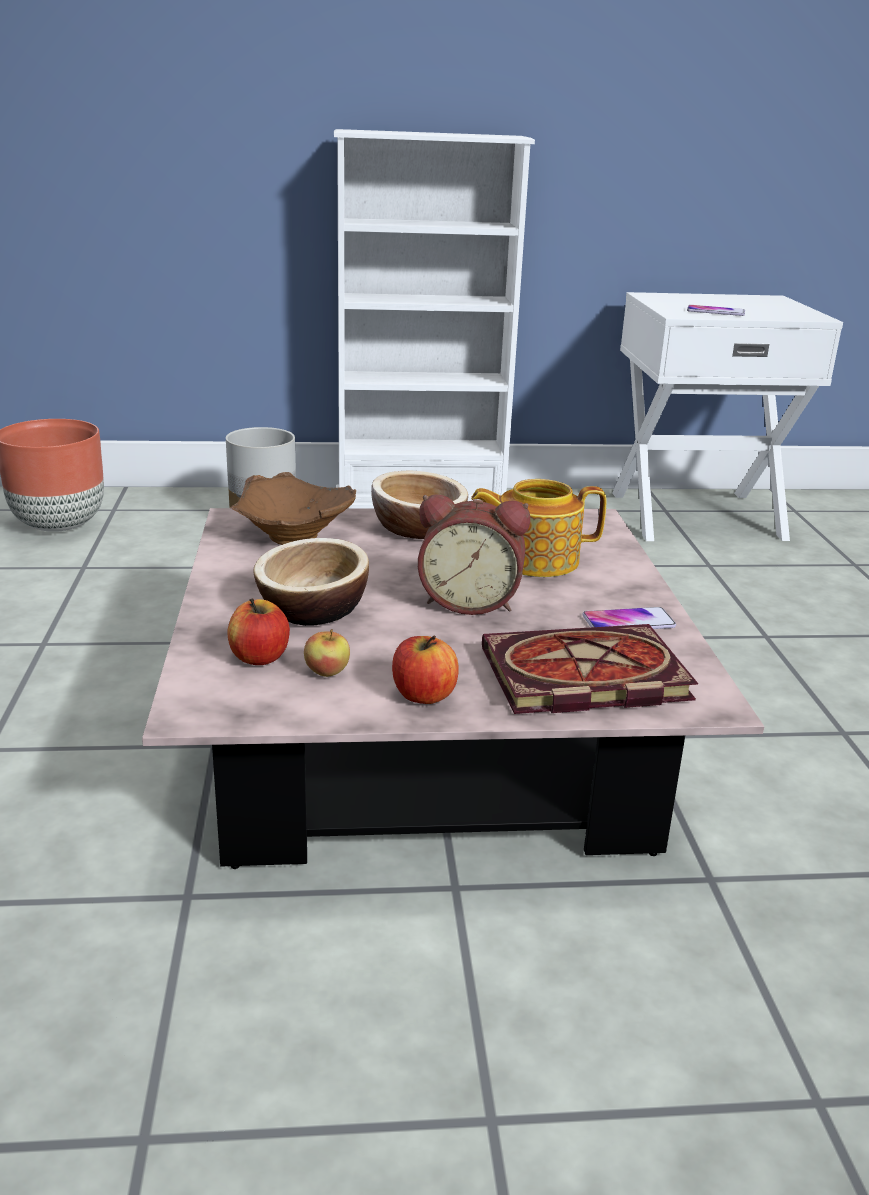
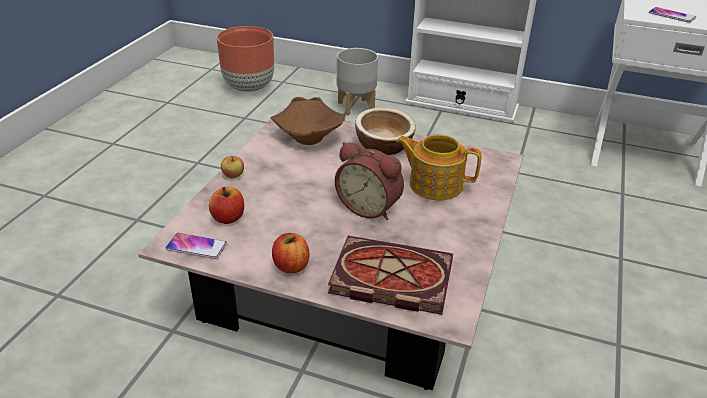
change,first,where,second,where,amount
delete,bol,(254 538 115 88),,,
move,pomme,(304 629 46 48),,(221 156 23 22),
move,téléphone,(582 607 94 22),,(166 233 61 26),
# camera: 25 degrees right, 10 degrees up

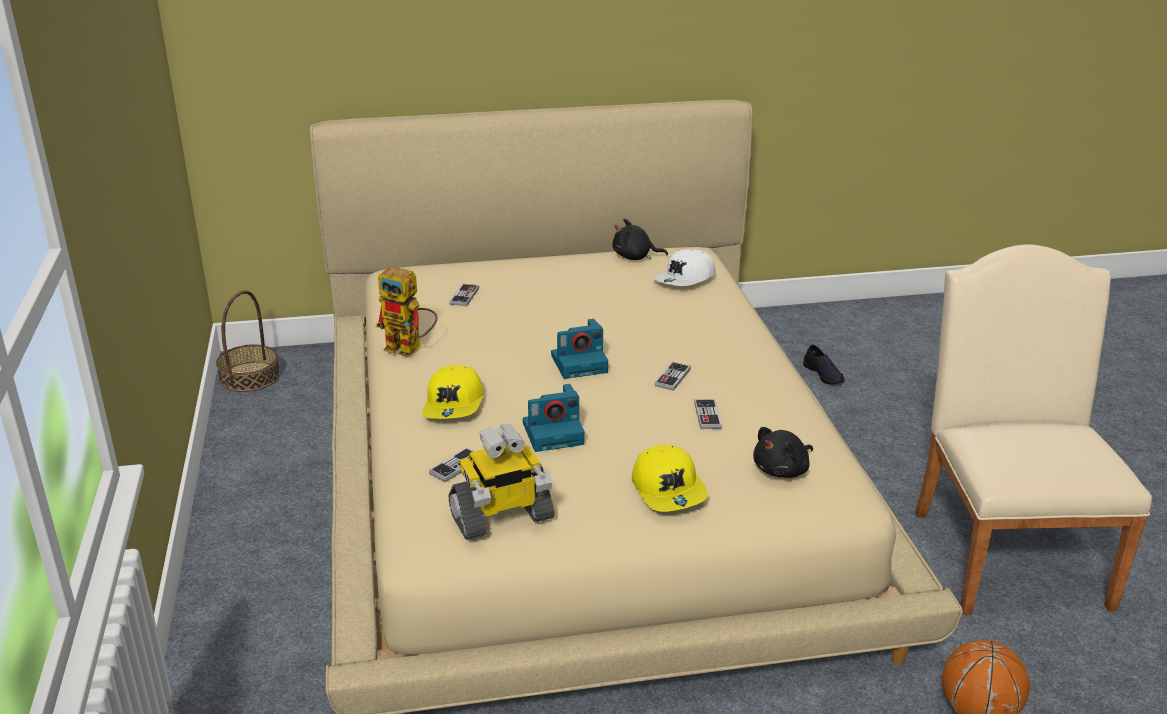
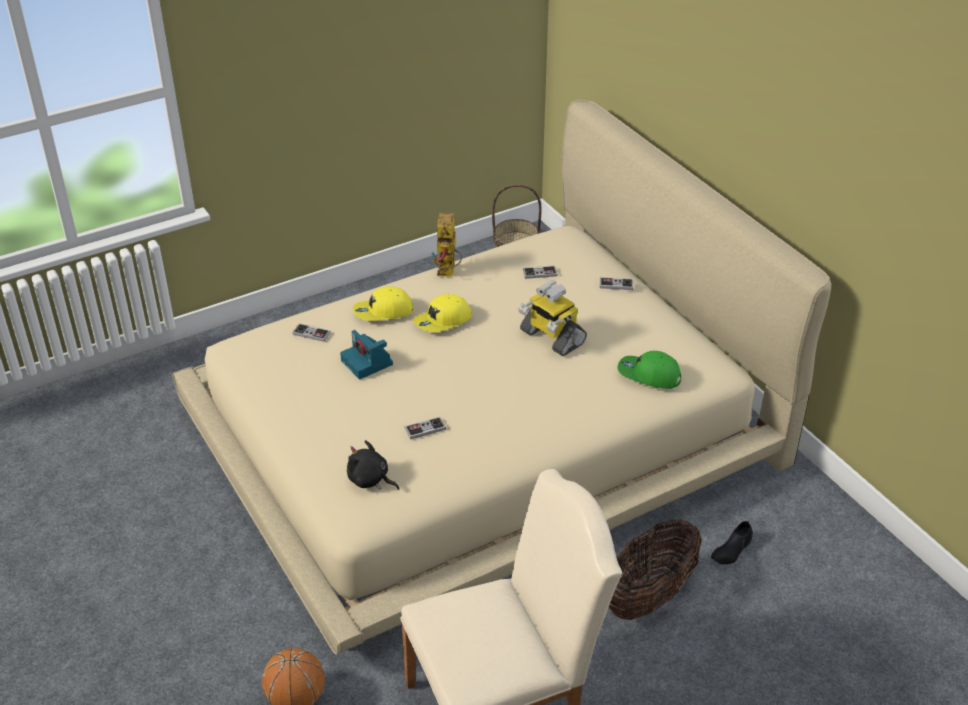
change,first,where,second,where,amount
move,robot jouet,(448 424 107 116),,(518 280 69 76),
delete,appareil photo,(551 319 57 60),,,
delete,peluche/noir,(612 219 56 41),,,
move,casquette/jaune,(632 445 76 67),,(413 294 59 38),
recolor,casquette/blanc,(653 249 63 37),casquette/vert,(618 351 63 38),
move,manette,(655 362 36 29),,(600 277 33 13),
insert,,,panier,(608 519 94 101),
# camera: 70 degrees right, 10 degrees up

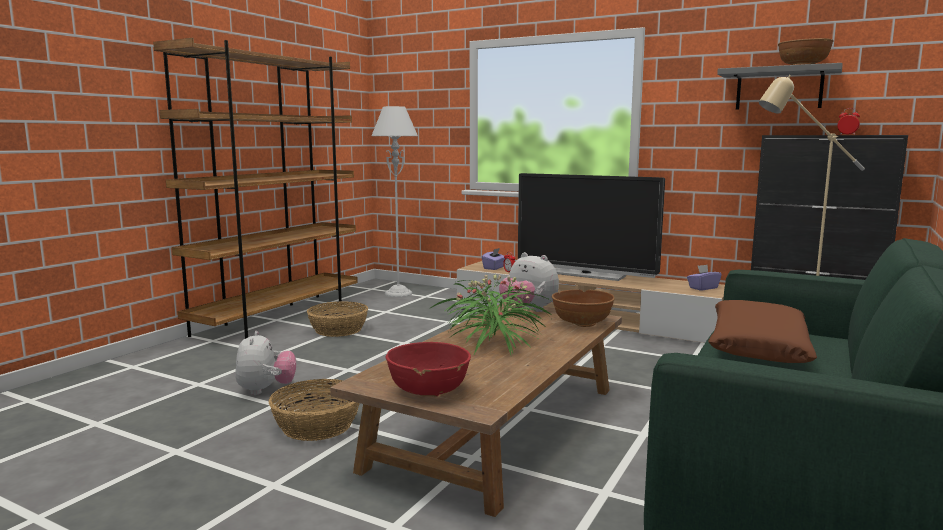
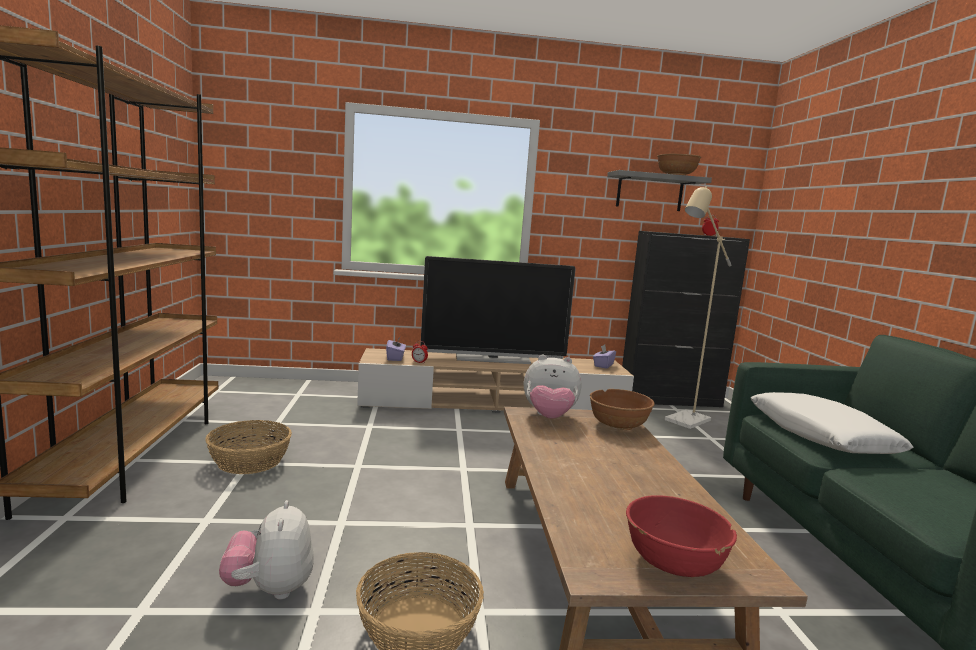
change,first,where,second,where,amount
rotate,peluche,(235 331 61 64),,(219 500 95 99),150 degrees counterclockwise
delete,lampadaire/gris,(372 106 46 191),,,
delete,plante en pot,(431 275 120 81),,,
recolor,coussin/marron,(708 300 109 63),coussin/blanc,(751 392 163 62),
# camera: 35 degrees left, 0 degrees up

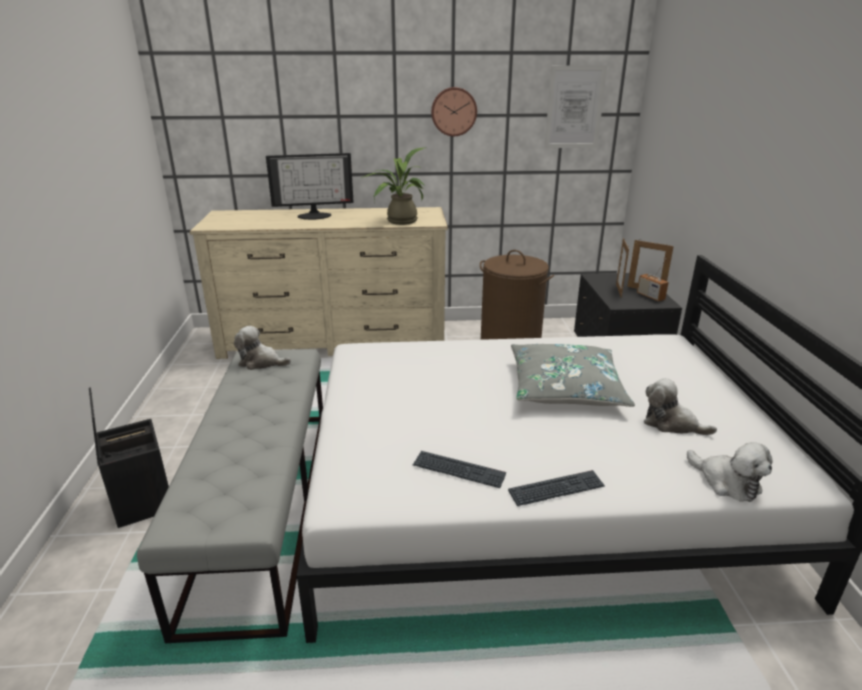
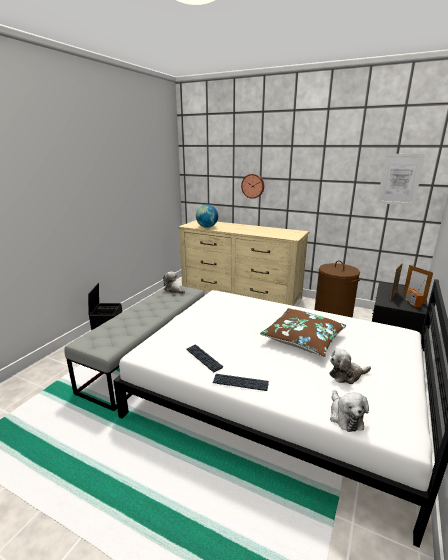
change,first,where,second,where,amount
delete,écran d'ordinateur,(266 153 88 67),,,
delete,plante en pot,(361 148 64 77),,,
move,horloge murale,(431 87 46 49),,(241 174 23 25),
recolor,coussin/gris,(511 344 124 63),coussin/marron,(260 308 86 49),
rotate,peluche,(644 378 73 57),,(329 349 42 35),75 degrees counterclockwise
insert,,,globe,(196 205 22 23),
# camera: 30 degrees right, 5 degrees down

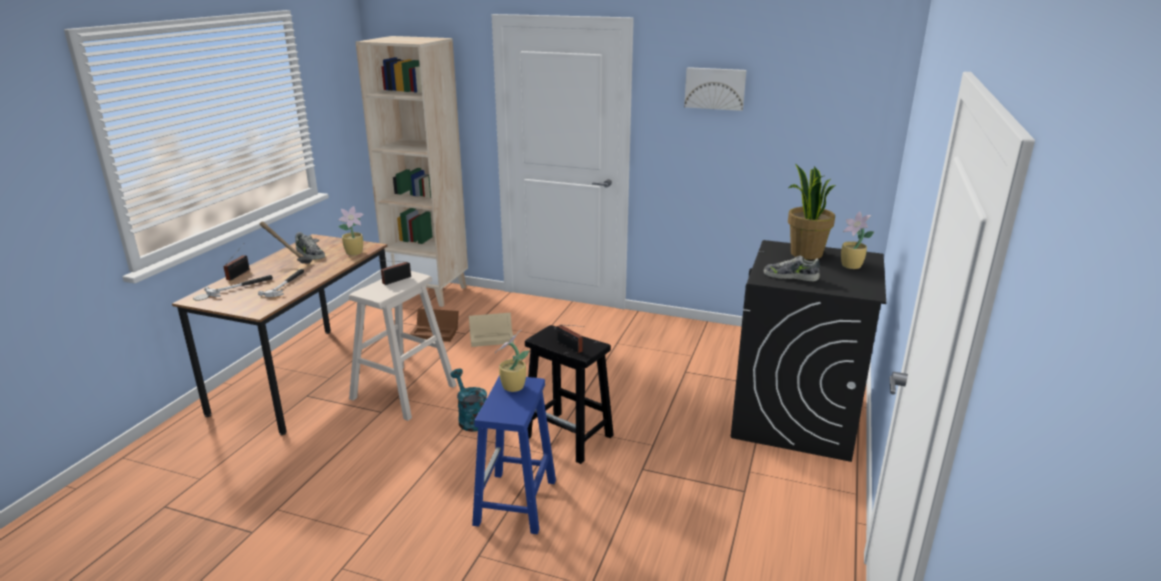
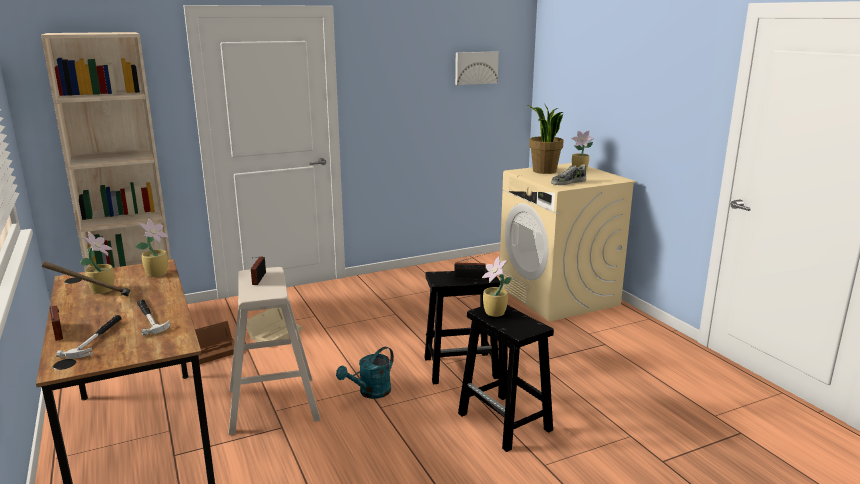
change,first,where,second,where,amount
replace,chaussure,(295 232 30 27),plante en pot,(80 232 34 62),
rotate,arrosoir/turquoise,(450 369 37 63),,(336 347 58 52),60 degrees counterclockwise
recolor,tabouret/bleu,(472 375 84 159),tabouret/noir,(458 305 96 147),
move,tableau,(684 67 63 44),,(455 51 44 34),
recolor,lave-linge/noir,(731 240 155 222),lave-linge/beige,(499 163 137 159),
# camera: 45 degrees left, 5 degrees down

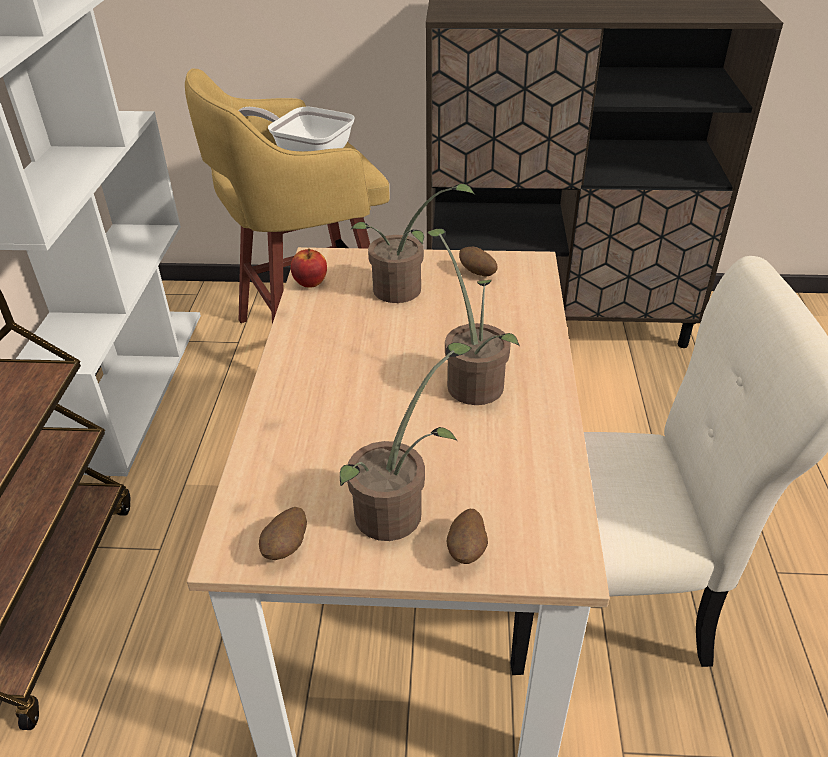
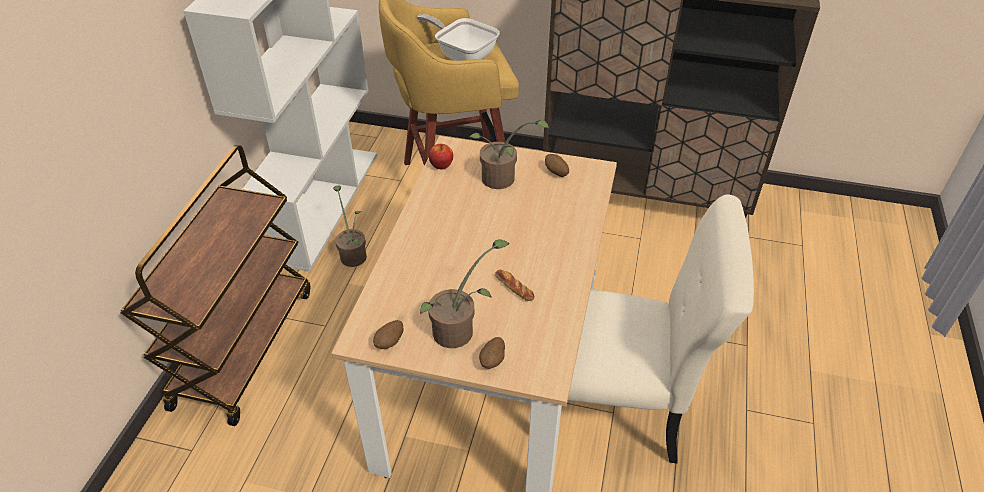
change,first,where,second,where,amount
move,plante en pot,(427 229 93 176),,(333 185 34 82),
insert,,,pain,(495 269 40 32),
# camera: 10 degrees right, 5 degrees up

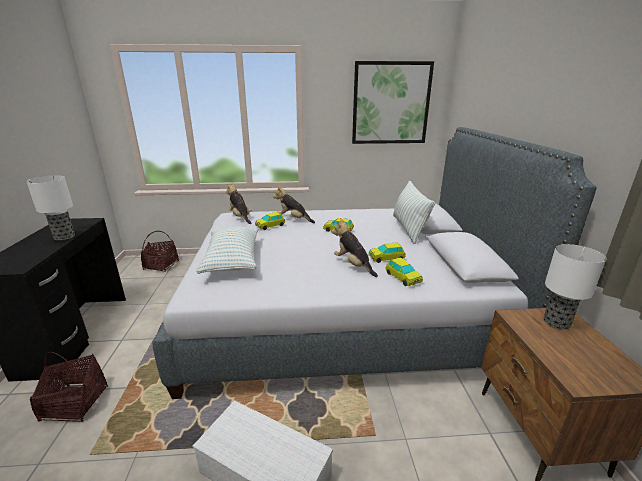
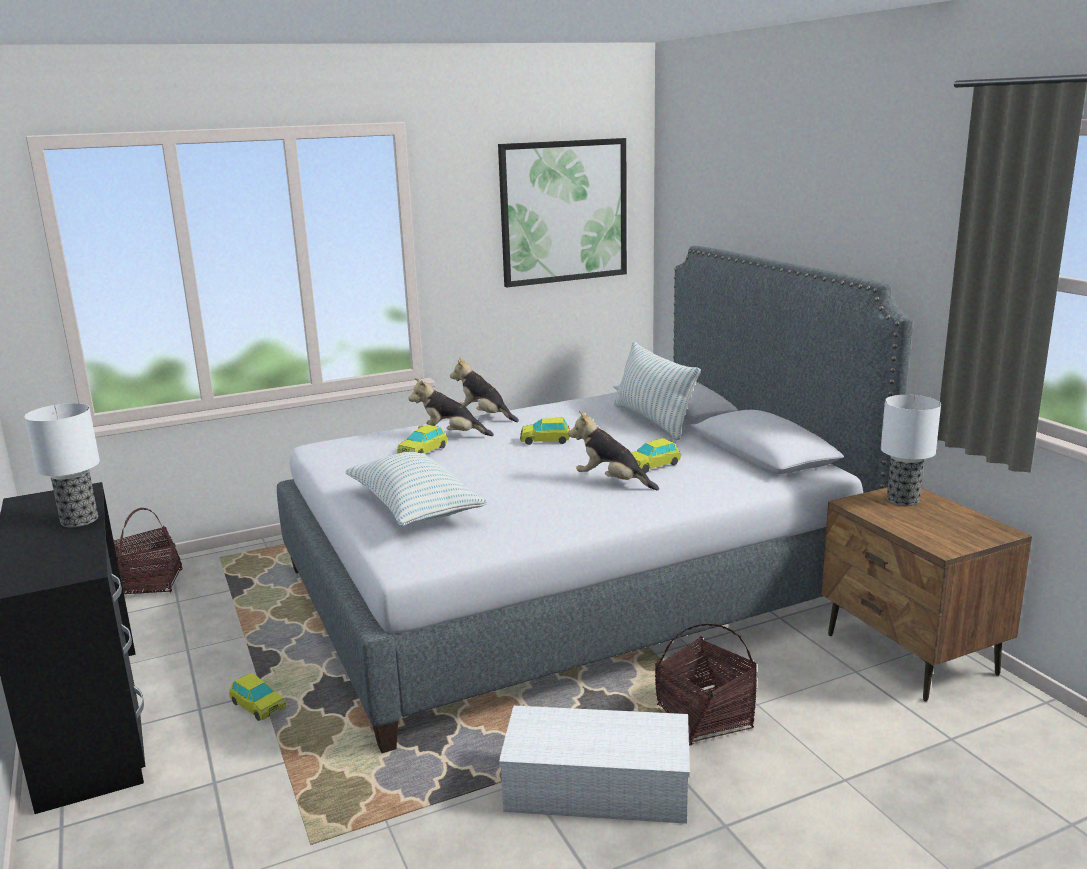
change,first,where,second,where,amount
move,panier,(30 352 78 70),,(655 624 102 122),
move,peluche,(226 182 26 42),,(450 357 69 65),
move,petite voiture,(385 257 38 29),,(229 673 57 48),
# camera: 20 degrees left, 5 degrees down

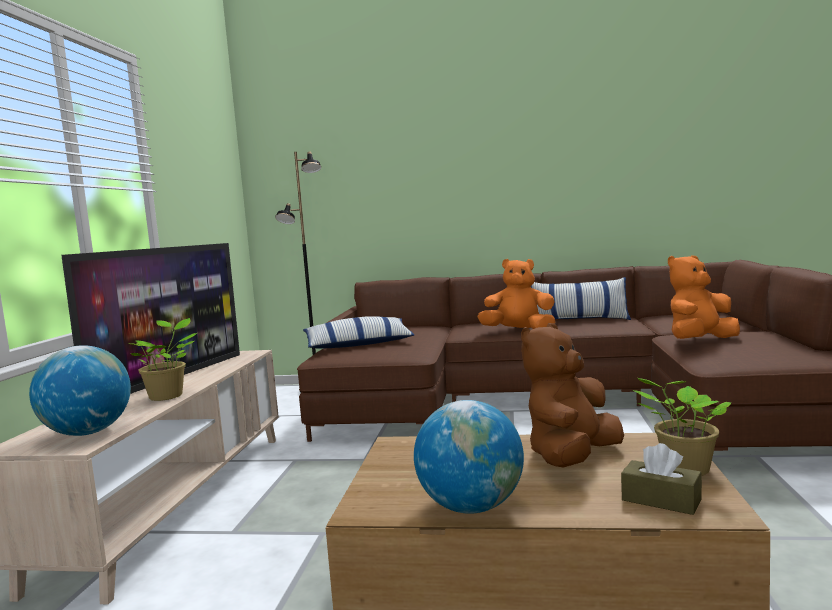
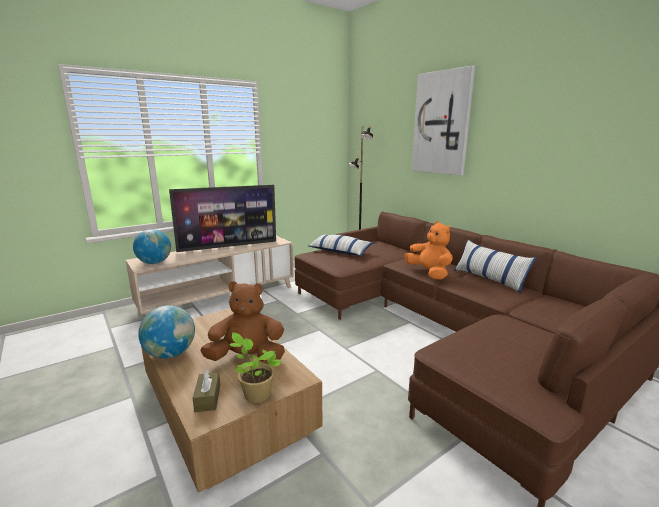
change,first,where,second,where,amount
delete,plante en pot,(128 318 69 83),,,
delete,peluche/orange,(668 255 72 84),,,
insert,,,tableau,(412 65 63 110),
# camera: 45 degrees right, 10 degrees up

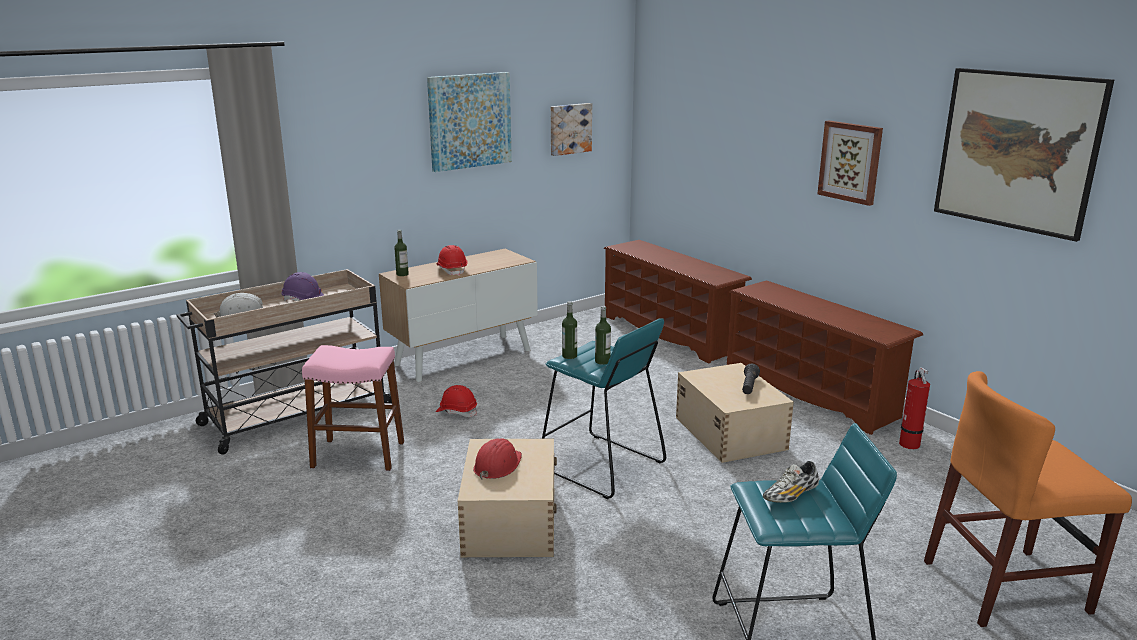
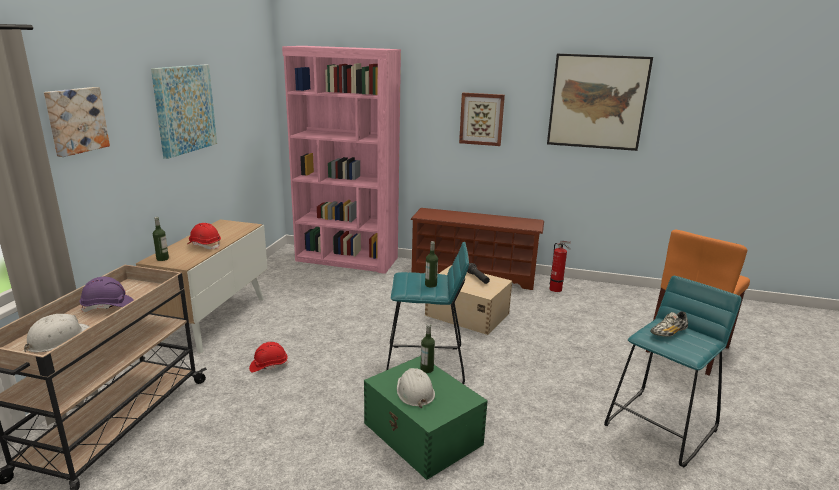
change,first,where,second,where,amount
delete,tabouret/rose,(302 345 102 126),,,
recolor,boîte de rangement/beige,(458 439 99 118),boîte de rangement/vert,(364 356 124 124),
recolor,casque de chantier/rouge,(473 438 49 42),casque de chantier/blanc,(397 368 38 40),
move,tableau,(551 103 41 53),,(44 87 66 70),
move,bouteille,(562 301 15 58),,(420 324 15 49),
replace,étagère à chaussures/marron,(603 240 149 124),bibliothèque/rose,(282 46 119 228),
rotate,chaussure,(763 461 56 42),,(650 311 38 26),45 degrees clockwise
# camera: 40 degrees left, 0 degrees up

